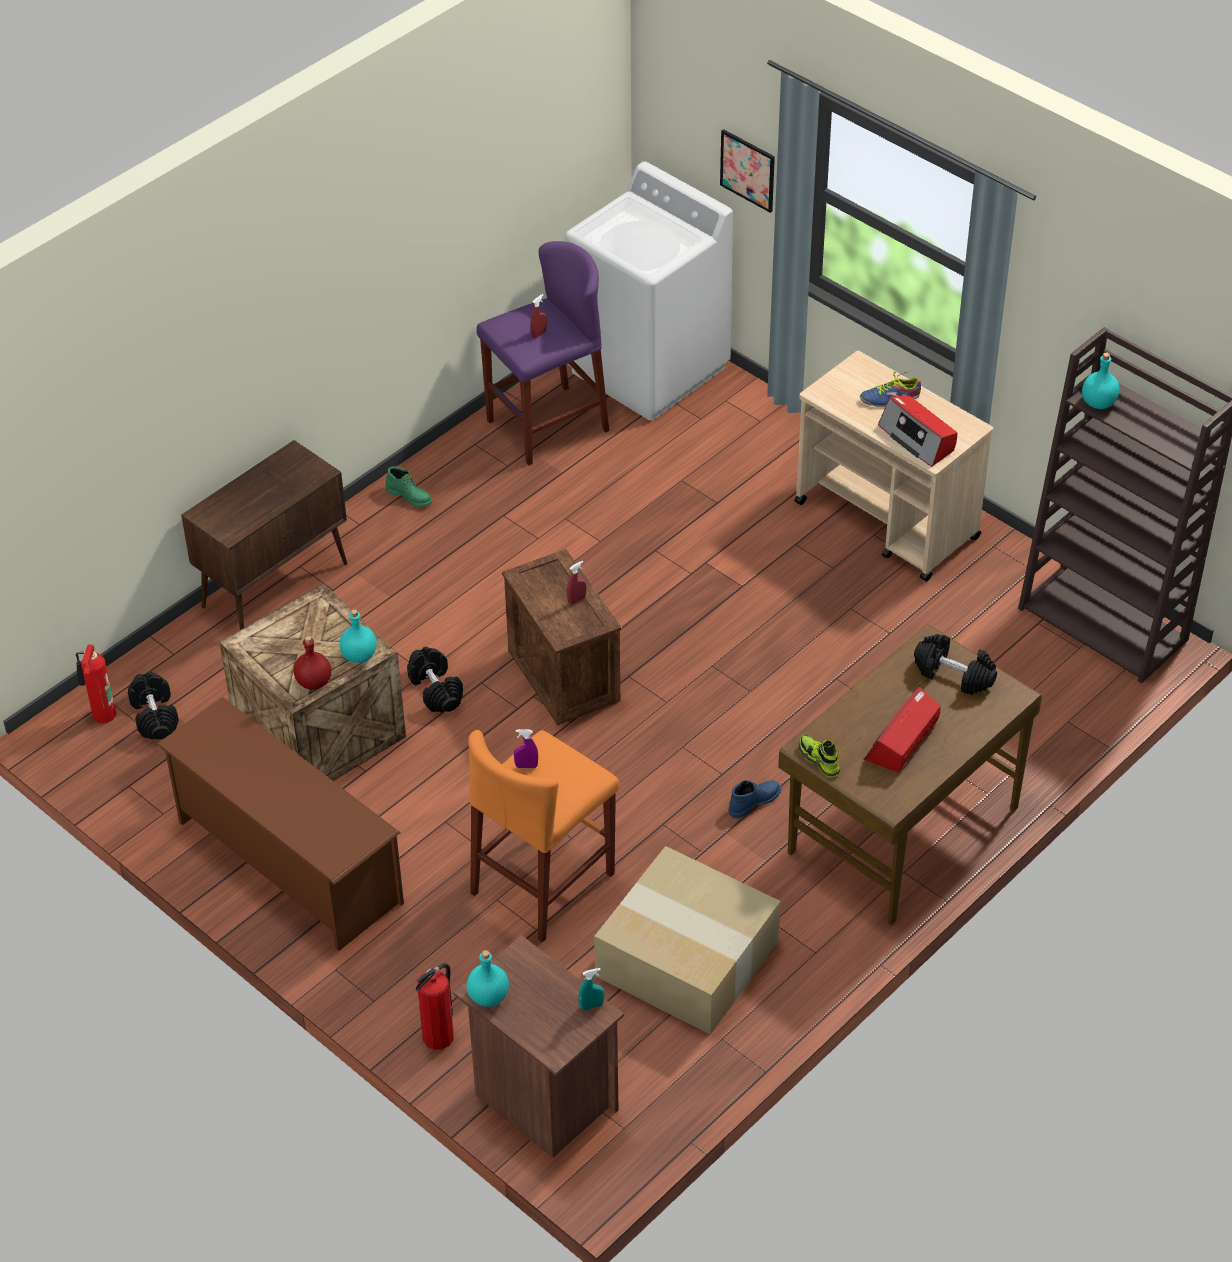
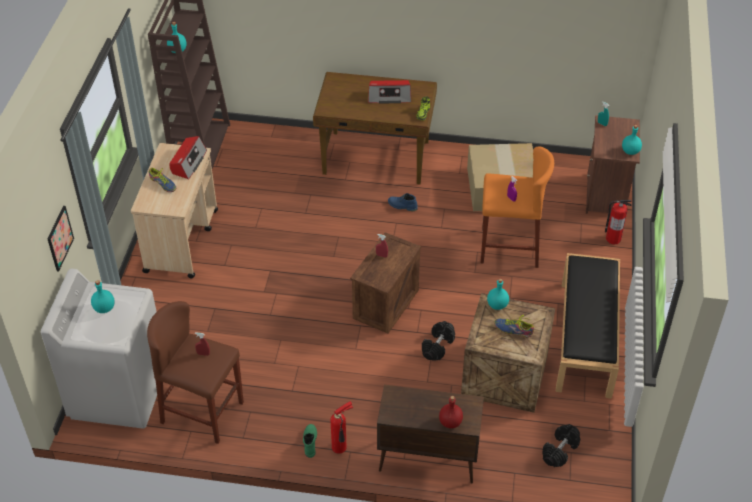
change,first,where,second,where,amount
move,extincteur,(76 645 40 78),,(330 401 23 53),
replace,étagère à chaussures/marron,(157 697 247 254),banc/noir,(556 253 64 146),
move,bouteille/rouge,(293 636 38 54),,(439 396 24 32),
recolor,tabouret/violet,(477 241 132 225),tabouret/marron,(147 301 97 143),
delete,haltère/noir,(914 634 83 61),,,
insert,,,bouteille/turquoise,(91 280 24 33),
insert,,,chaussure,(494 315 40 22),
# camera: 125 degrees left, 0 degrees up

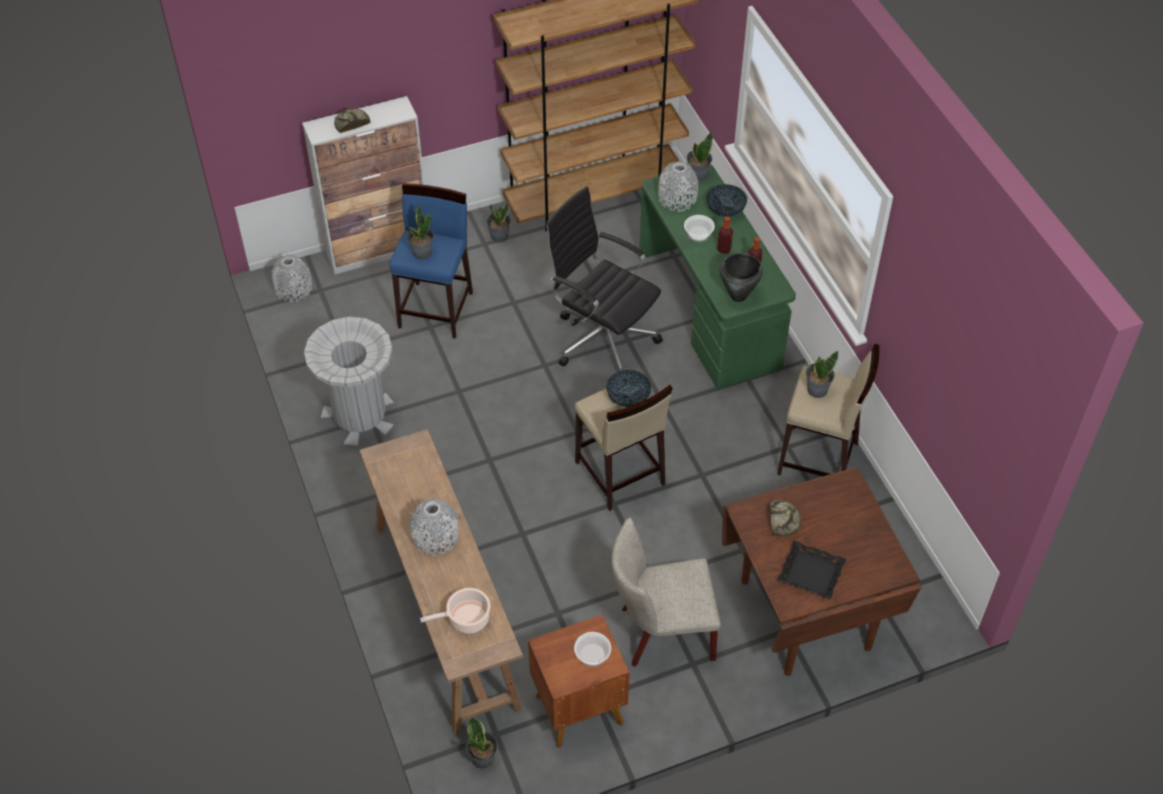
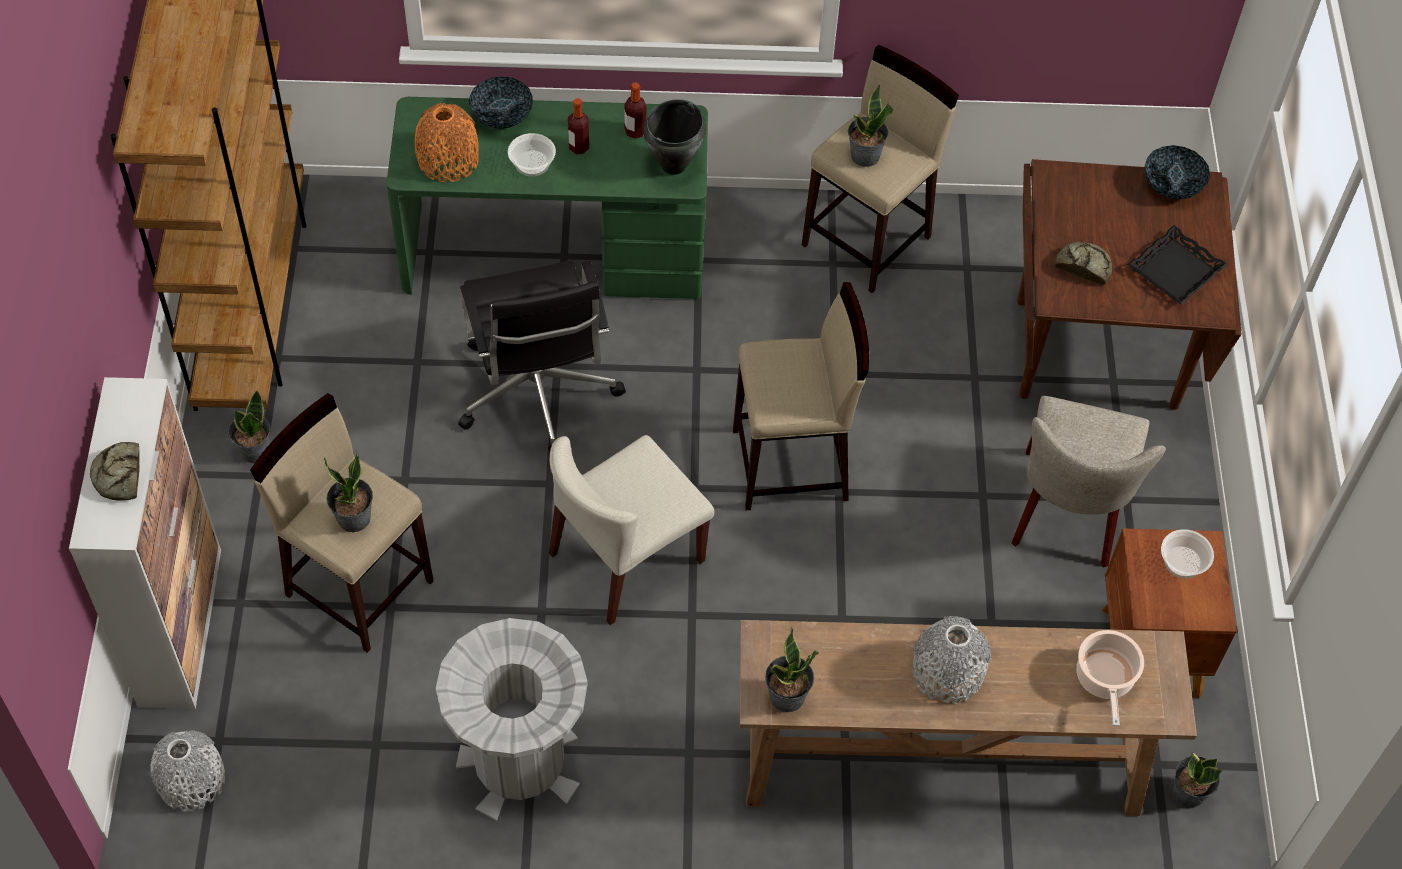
change,first,where,second,where,amount
recolor,tabouret/bleu,(389 183 84 156),tabouret/beige,(250 393 184 260),
rotate,chaise de bureau/noir,(545 186 118 185),,(458 261 168 191),75 degrees counterclockwise
move,bol,(606 370 45 37),,(1145 145 65 54),
recolor,vase/gris,(658 161 40 51),vase/orange,(415 103 64 79),
move,plante en pot,(687 131 26 51),,(765 628 54 84),
insert,,,chaise/beige,(549 435 166 190),
# camera: 70 degrees left, 5 degrees up

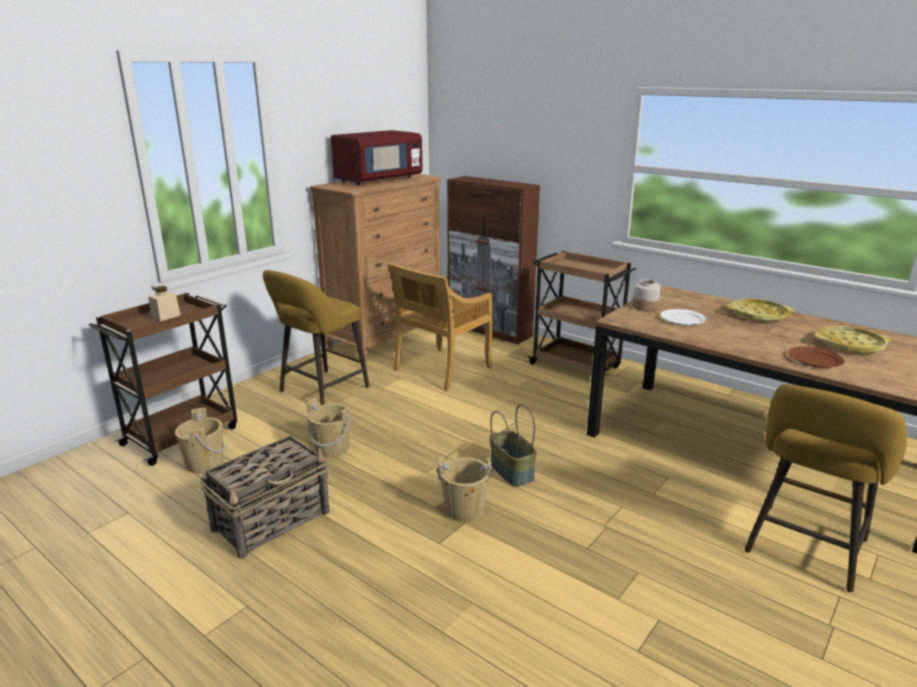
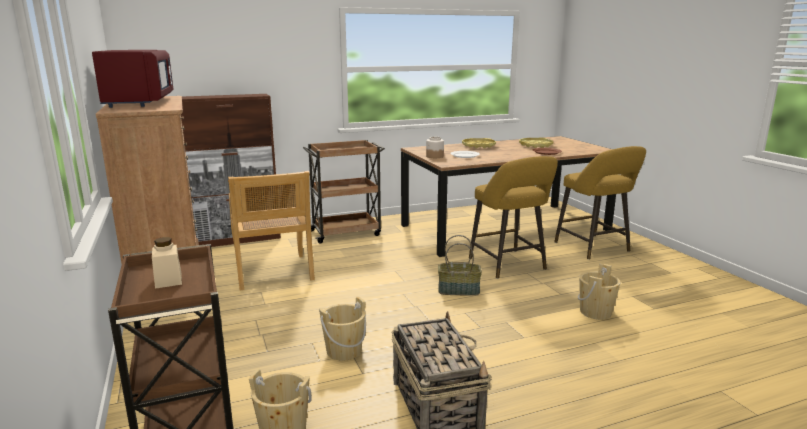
change,first,where,second,where,amount
move,tabouret/jaune,(263 270 106 135),,(469 156 89 123),
move,seau/beige,(437 456 56 66),,(578 263 43 56),
# camera: 60 degrees left, 5 degrees down

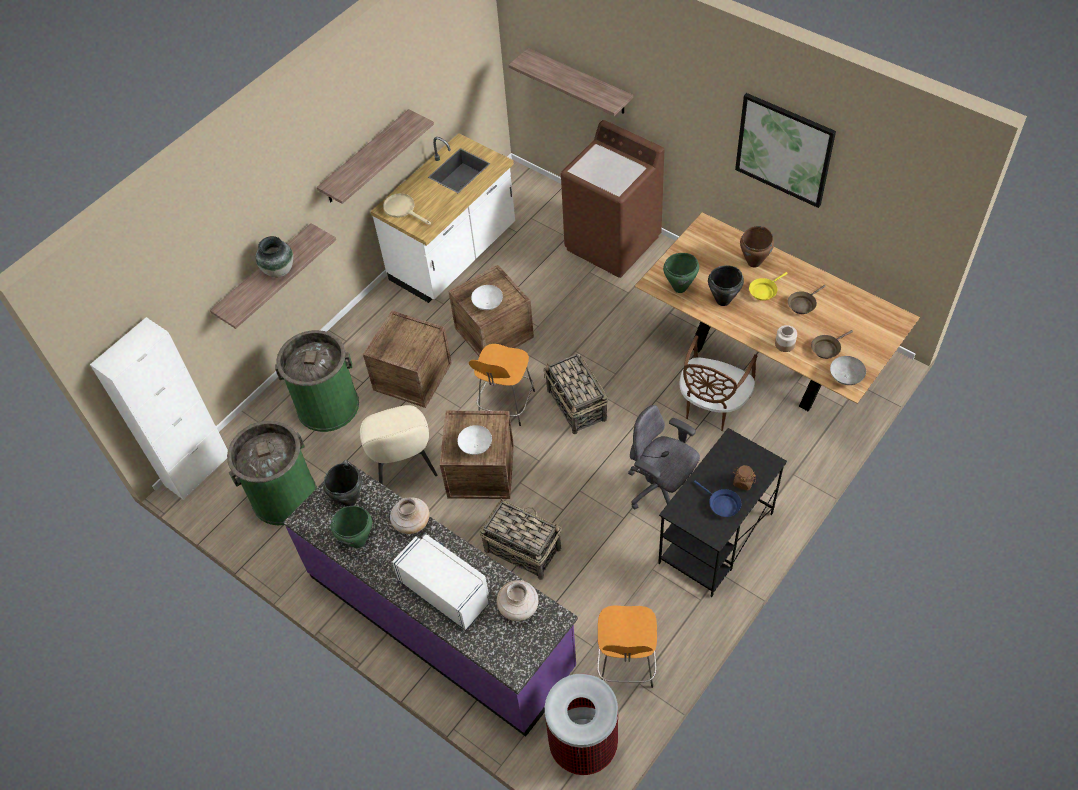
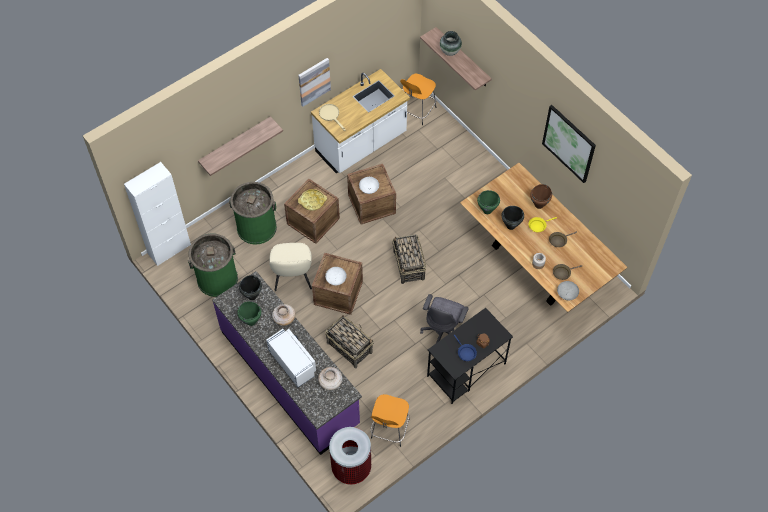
change,first,where,second,where,amount
move,vase,(256 236 37 42),,(440 31 22 25),
replace,étagère,(317 109 117 95),tableau,(298 58 33 49),
move,tabouret/orange,(469 344 66 82),,(400 74 37 51),
delete,lave-linge/marron,(561 120 103 158),,,
rotate,chaise de bureau/gris,(628 405 72 105),,(420 294 49 49),120 degrees counterclockwise
delete,chaise/marron,(679 335 79 96),,,
insert,,,plateau/jaune,(298 189 29 22),
# camera: 10 degrees right, 5 degrees up

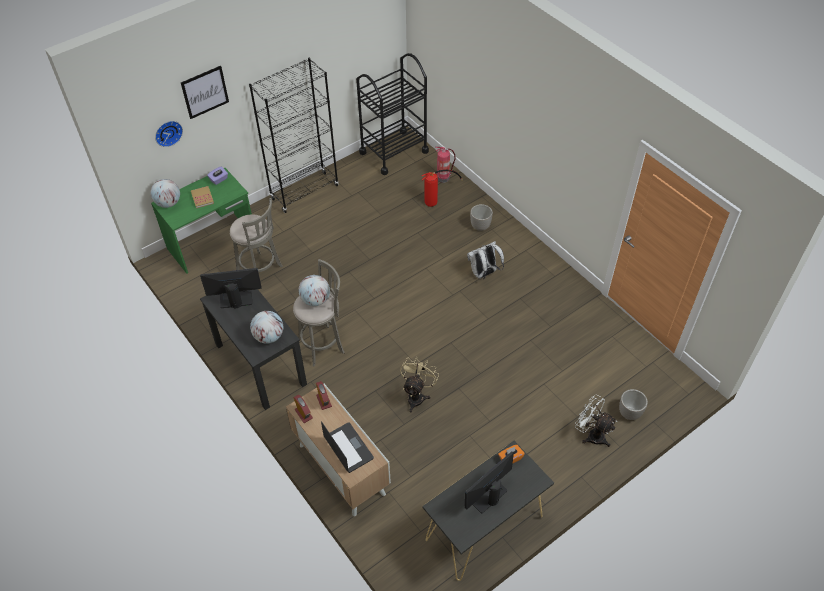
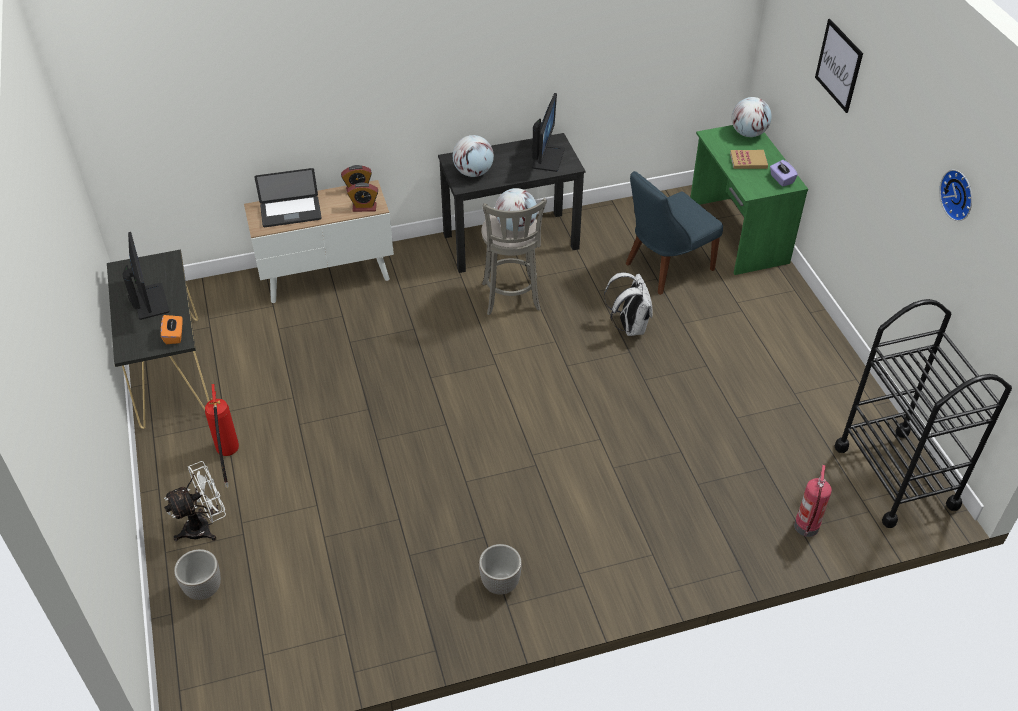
change,first,where,second,where,amount
move,horloge murale,(155 121 28 26),,(940 170 32 51),
replace,tabouret/gris,(230 198 53 74),chaise/bleu,(625 171 98 124),
delete,bibliothèque/noir,(249 58 90 155),,,
delete,ventilateur/beige,(400 357 39 55),,,
move,extincteur,(422 170 41 37),,(205 384 34 104),
move,sac à dos/blanc,(467 241 37 39),,(604 272 49 64),
move,cache-pot,(470 204 23 27),,(479 544 43 51),
# camera: 110 degrees right, 5 degrees down

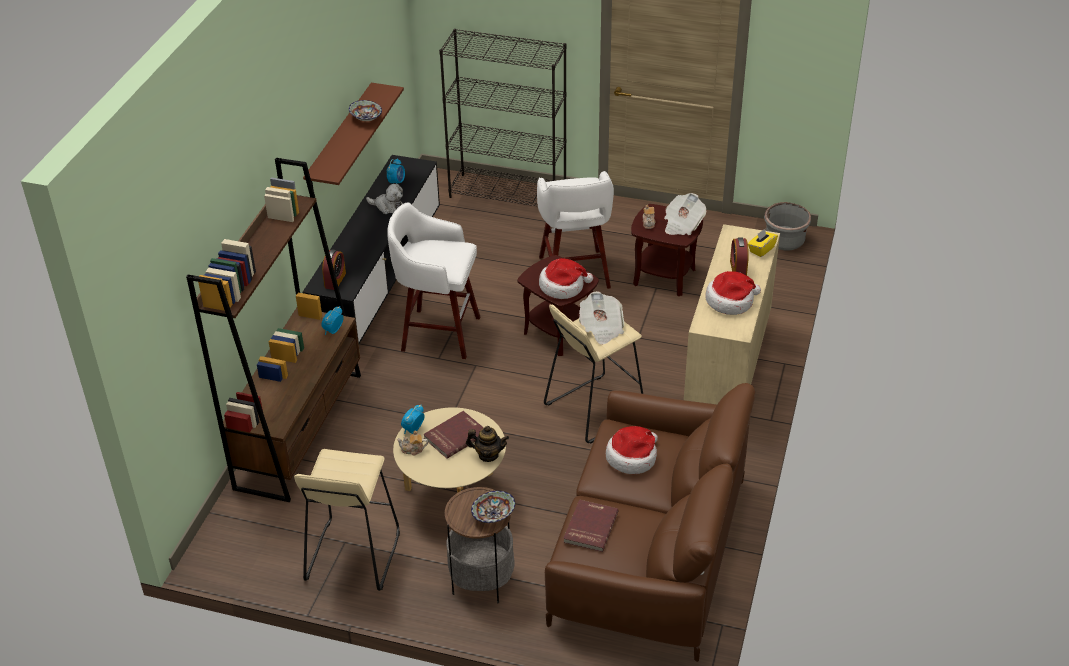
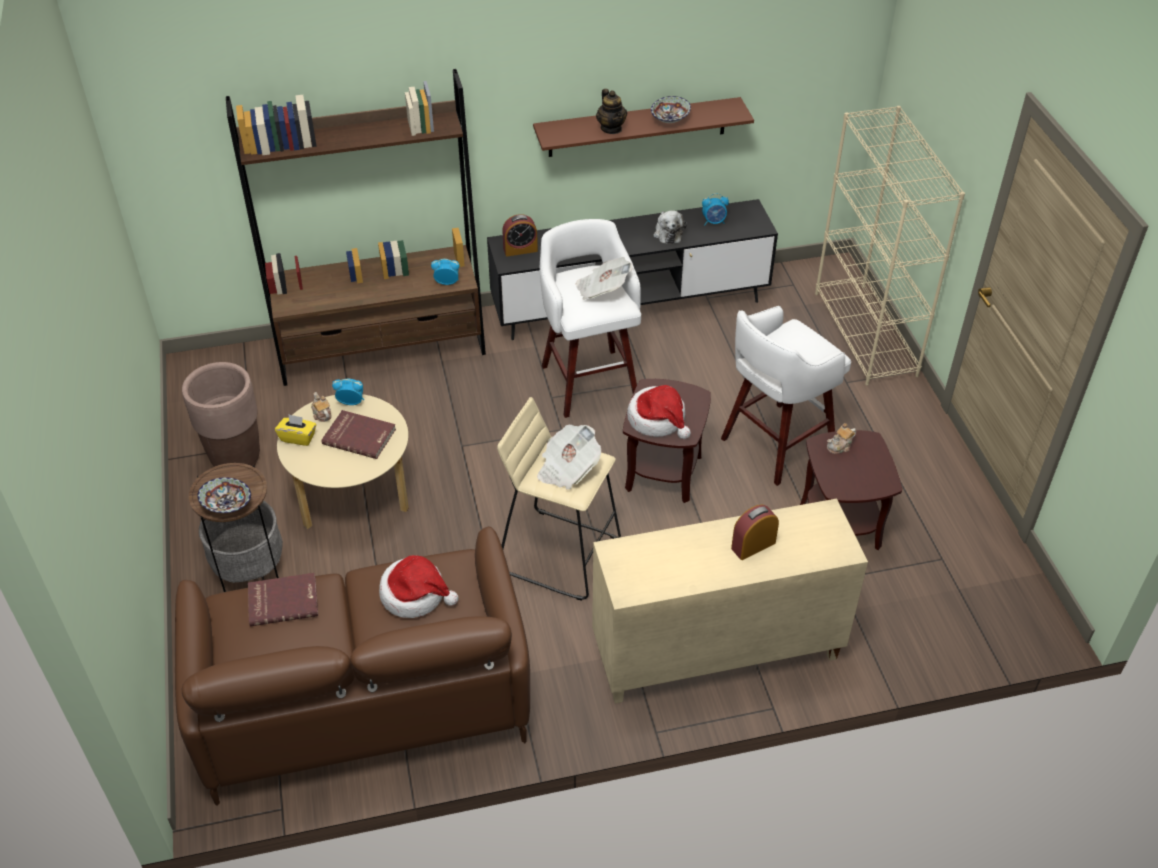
change,first,where,second,where,amount
replace,tabouret/beige,(294 449 106 142),cache-pot/marron,(182 362 78 105),
recolor,bibliothèque/noir,(439 29 128 177),bibliothèque/beige,(815 106 150 280),
move,théière,(466 426 43 36),,(596 89 31 45),
move,journal,(664 193 43 42),,(576 257 56 43),
delete,chapeau,(705 271 56 44),,,
move,boîte à mouchoirs/jaune,(748 229 30 28),,(275 414 41 32),
delete,cache-pot/gris,(764 202 47 49),,,
# camera: 60 degrees right, 5 degrees up

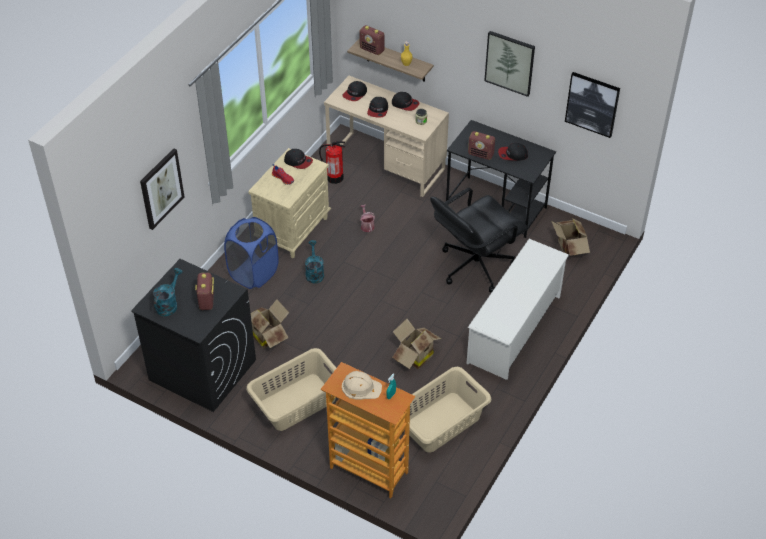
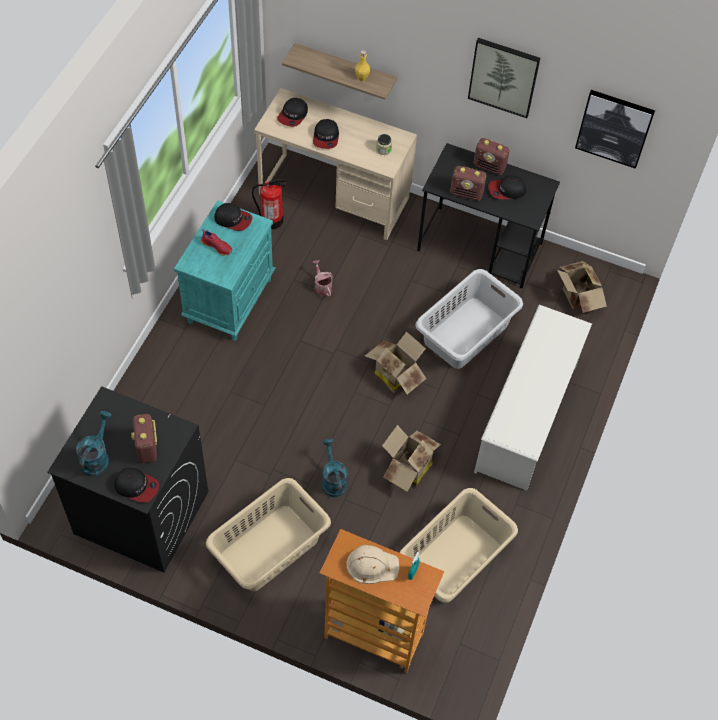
change,first,where,second,where,amount
delete,tableau,(140 148 45 82),,,
delete,panier à linge/bleu,(224 217 55 72),,,
recolor,table de chevet/beige,(248 148 83 110),table de chevet/turquoise,(174 200 102 141),
move,carton,(251 299 38 50),,(365 332 61 62),
move,arrosoir/turquoise,(305 240 19 44),,(322 439 26 58),
move,radio,(359 25 25 30),,(474 138 36 37),
move,casquette,(392 92 28 19),,(114 468 45 35),
replace,chaise de bureau/noir,(430 188 98 105),panier à linge/gris,(415 269 108 100),
# camera: 10 degrees left, 10 degrees up

